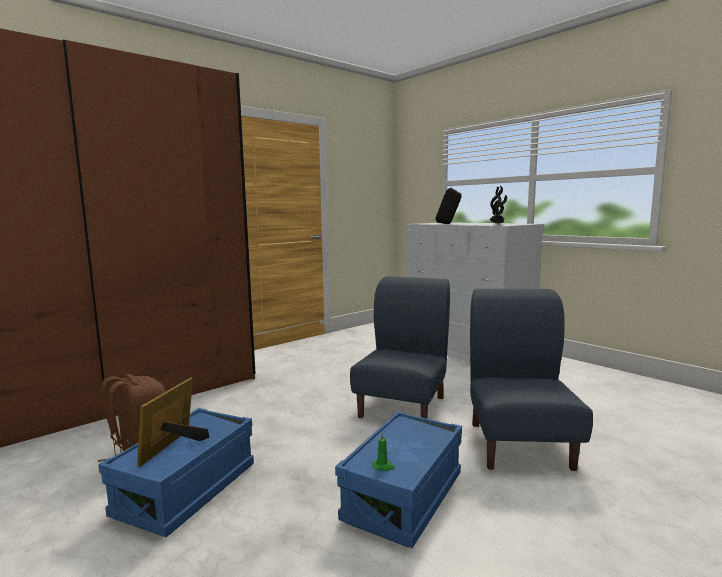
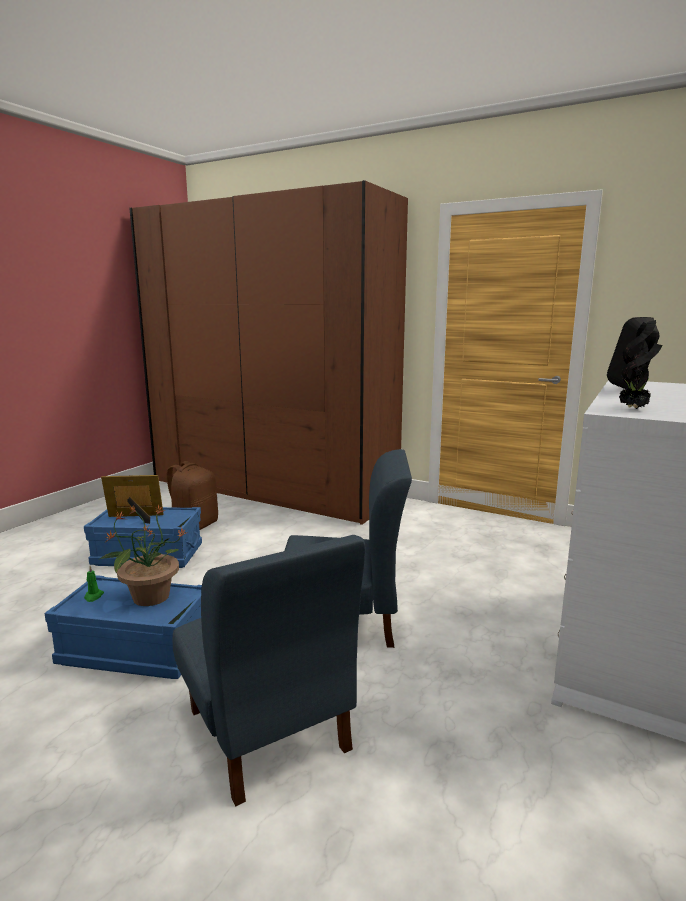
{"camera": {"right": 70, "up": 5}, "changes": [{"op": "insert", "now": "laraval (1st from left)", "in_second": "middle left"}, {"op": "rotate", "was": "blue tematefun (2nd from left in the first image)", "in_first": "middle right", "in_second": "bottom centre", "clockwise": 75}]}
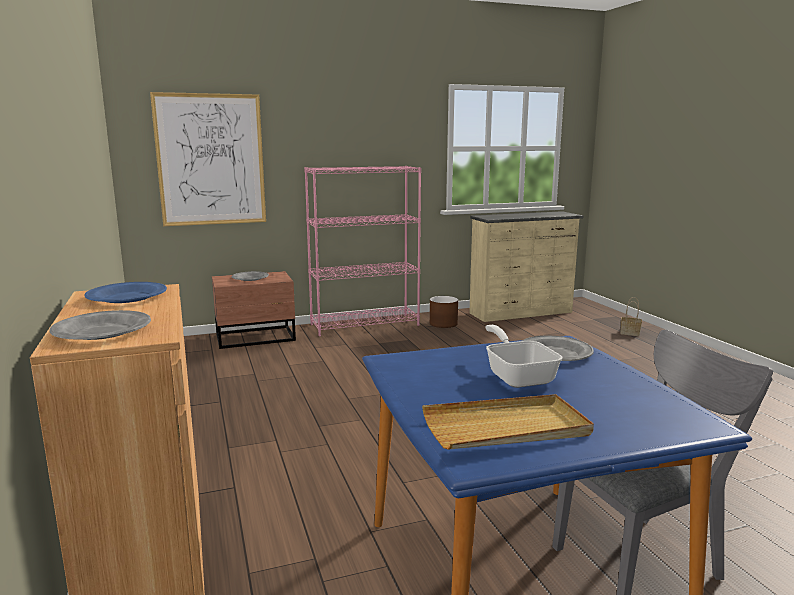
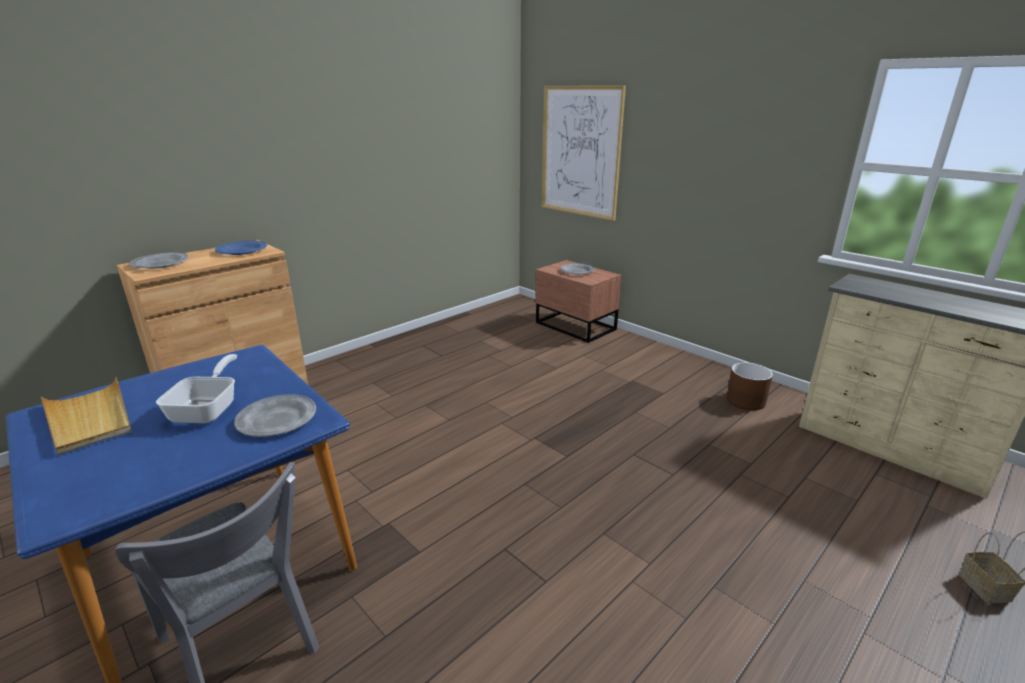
{"camera": {"right": 65, "up": 10}, "changes": [{"op": "rotate", "was": "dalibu", "in_first": "centre", "in_second": "middle left", "clockwise": -45}, {"op": "delete", "was": "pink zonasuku", "in_first": "centre"}]}
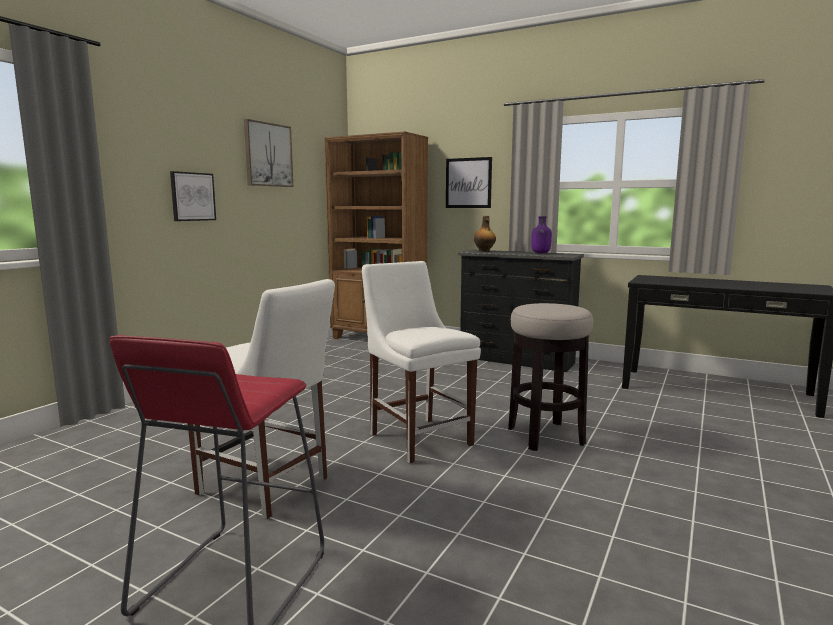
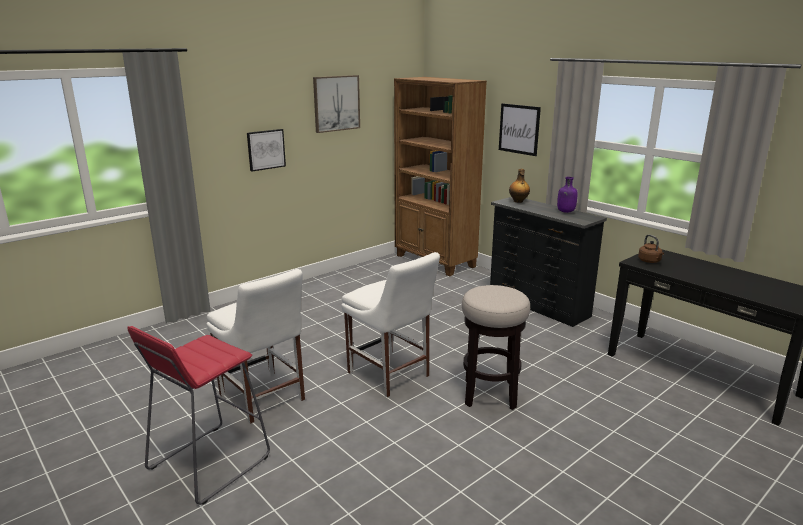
{"camera": {"right": 20, "up": 10}, "changes": [{"op": "rotate", "was": "white tematefun (2nd from left)", "in_first": "centre", "in_second": "centre", "clockwise": 150}, {"op": "insert", "now": "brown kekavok", "in_second": "middle right"}]}
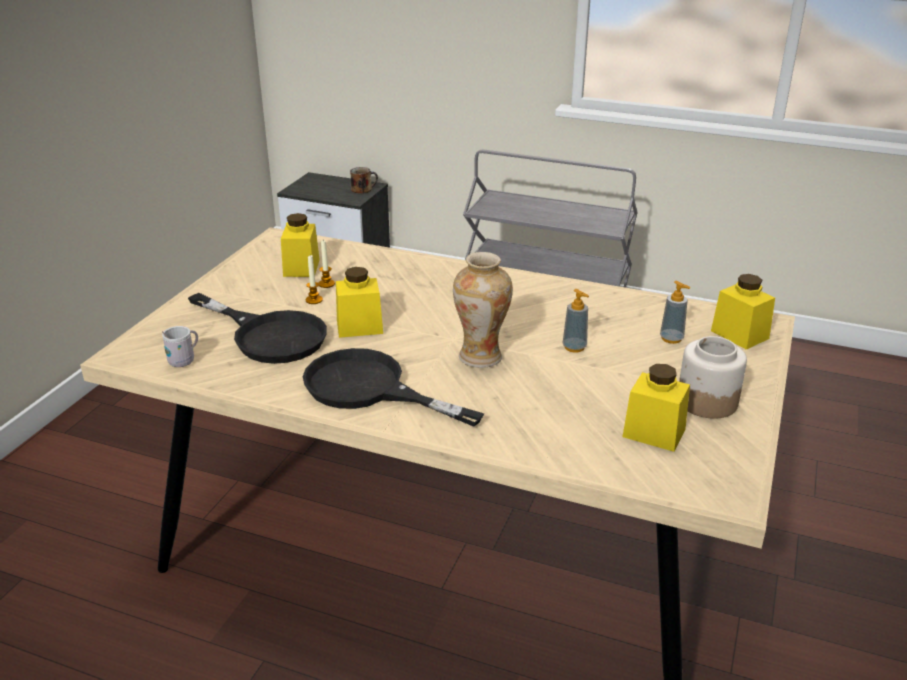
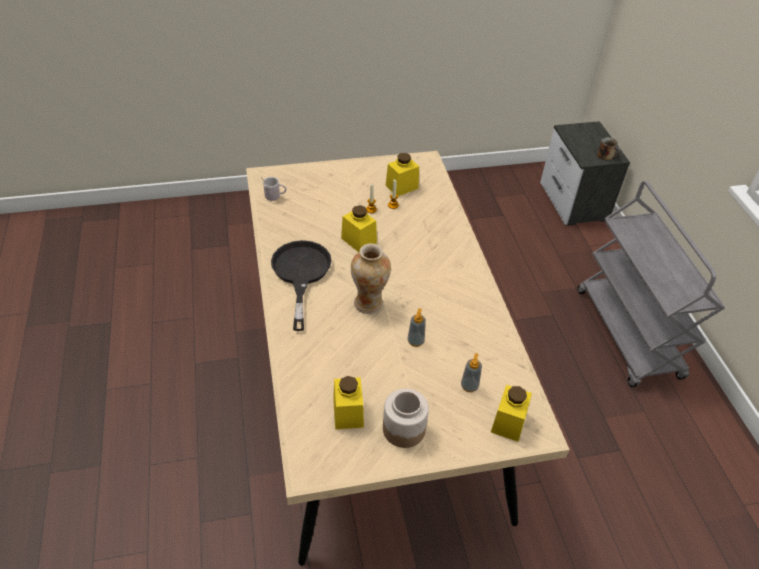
{"camera": {"right": 55, "up": 15}, "changes": [{"op": "delete", "was": "black dalibu (1st from left)", "in_first": "middle left"}]}
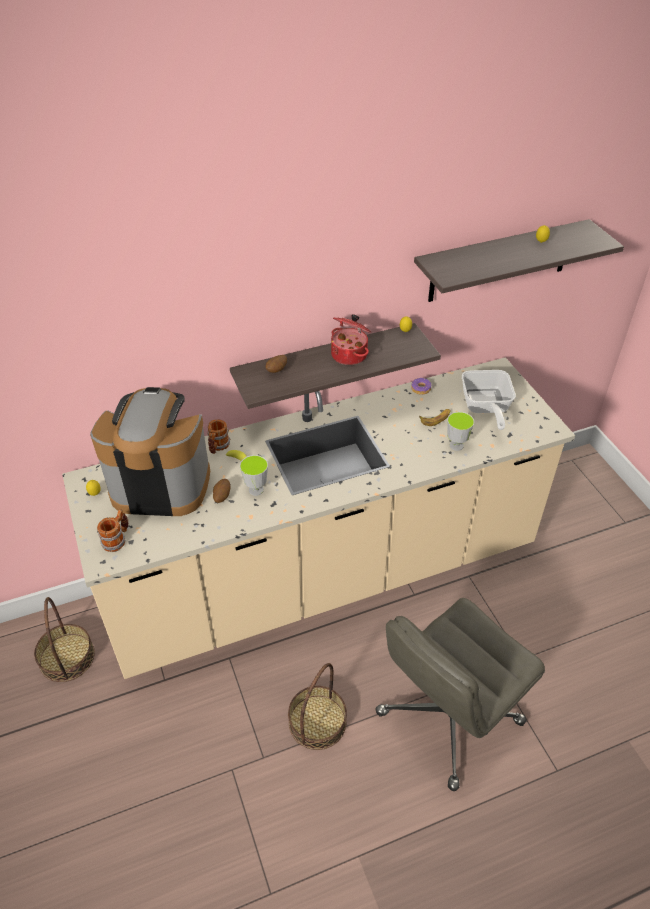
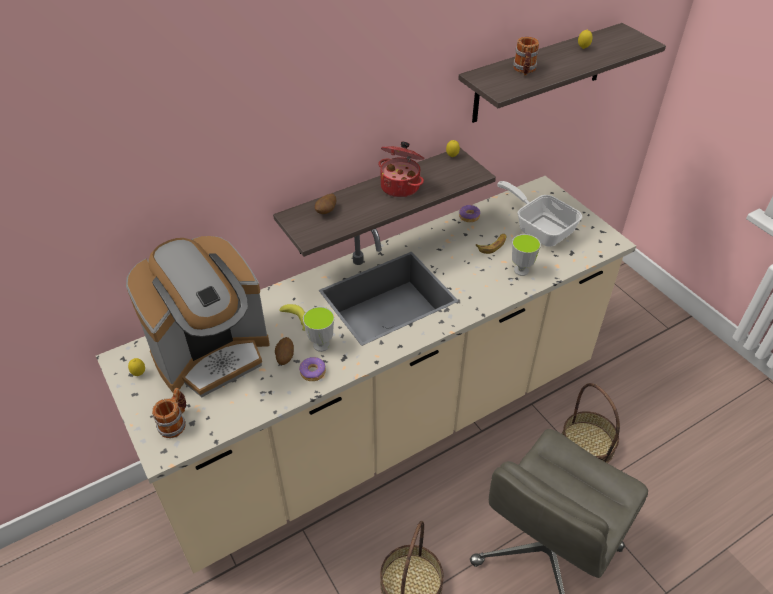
{"camera": {"right": -10, "up": 0}, "changes": [{"op": "rotate", "was": "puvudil", "in_first": "middle left", "in_second": "middle left", "clockwise": 150}, {"op": "insert", "now": "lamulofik (1st from left)", "in_second": "centre"}, {"op": "rotate", "was": "dalibu", "in_first": "middle right", "in_second": "middle right", "clockwise": 150}, {"op": "move", "was": "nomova (2nd from left)", "in_first": "centre", "in_second": "top right"}, {"op": "move", "was": "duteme (1st from left in the first image)", "now": "duteme (2nd from left)", "in_first": "bottom left", "in_second": "bottom right"}]}
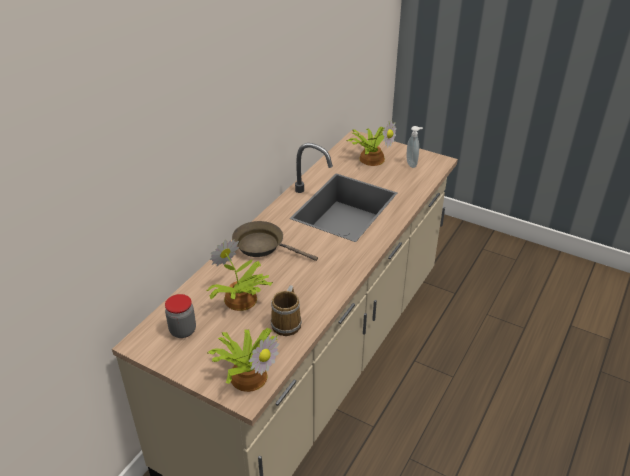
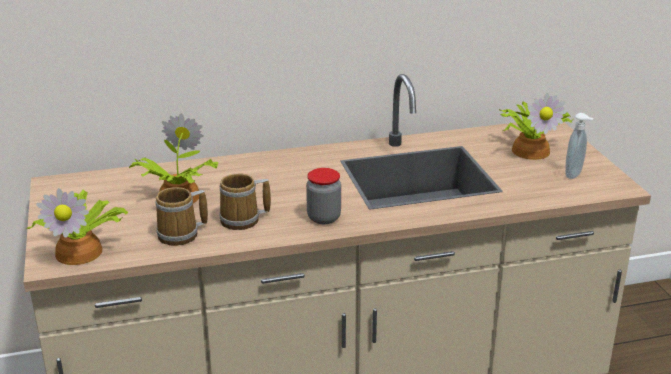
{"camera": {"right": 45, "up": -10}, "changes": [{"op": "insert", "now": "nomova (2nd from left)", "in_second": "centre"}, {"op": "move", "was": "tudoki", "in_first": "middle left", "in_second": "centre"}, {"op": "delete", "was": "brown dalibu", "in_first": "centre"}]}
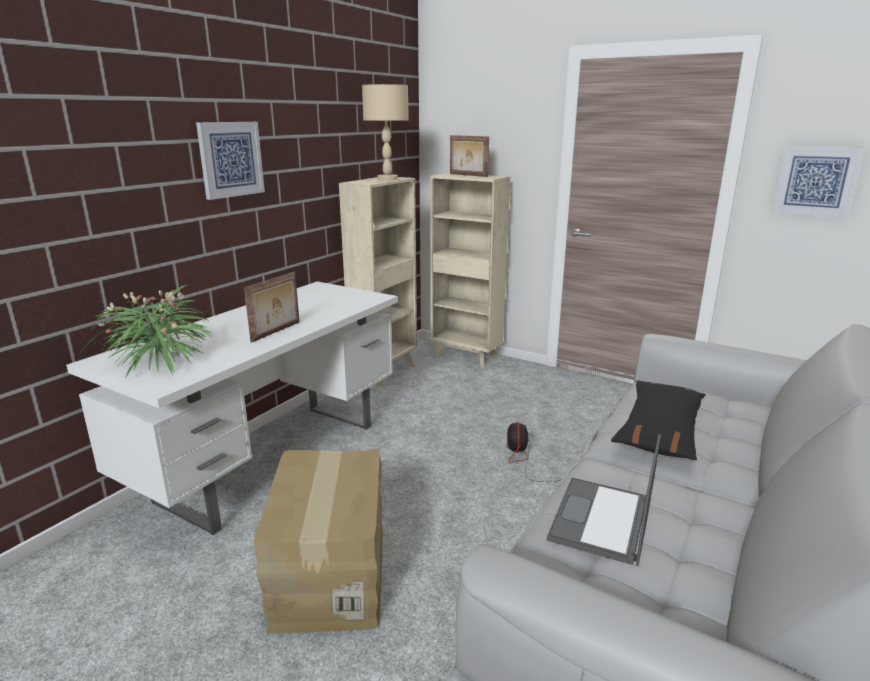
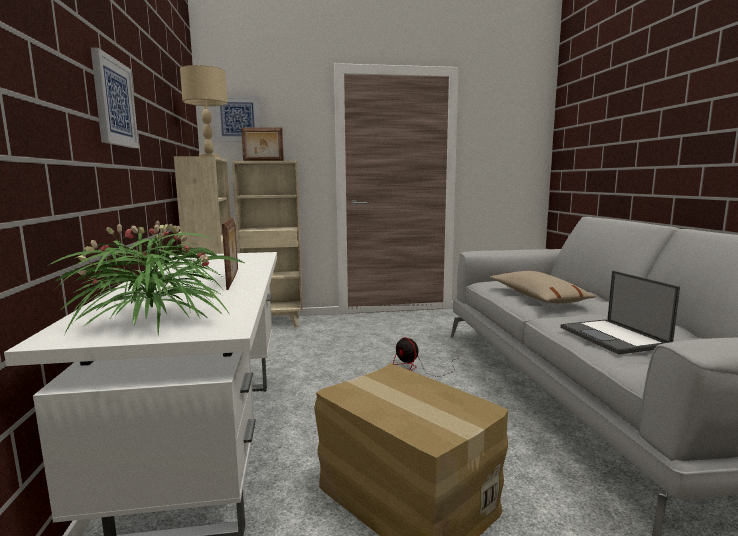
{"camera": {"right": -40, "up": -10}, "changes": [{"op": "move", "was": "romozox (2nd from left)", "in_first": "top right", "in_second": "top left"}, {"op": "recolor", "was": "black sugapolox", "now": "beige sugapolox", "in_first": "middle right", "in_second": "middle right"}]}
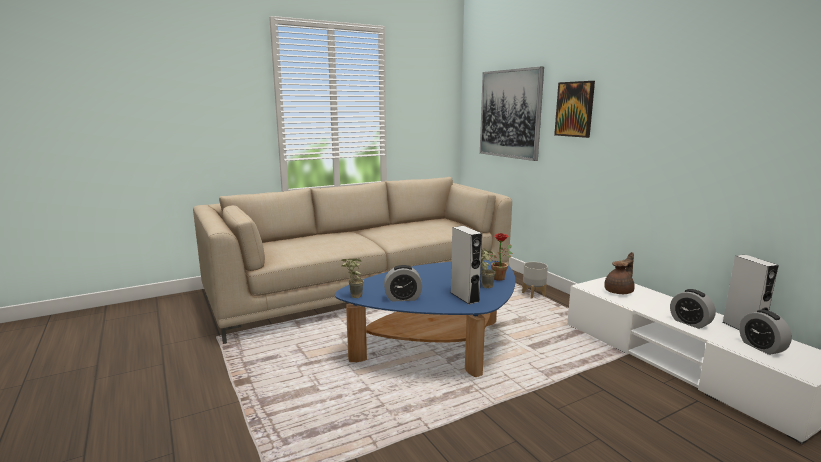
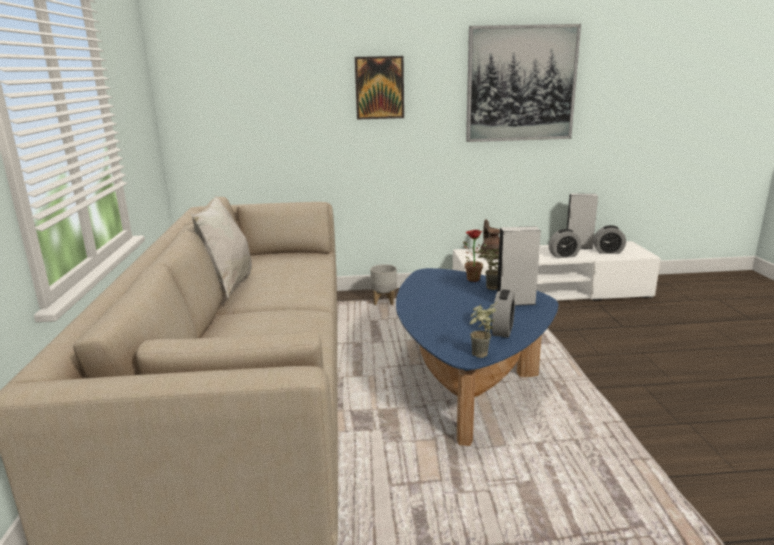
{"camera": {"right": -65, "up": 5}, "changes": [{"op": "insert", "now": "white sugapolox", "in_second": "middle left"}, {"op": "move", "was": "romozox (1st from left in the first image)", "now": "romozox (2nd from left)", "in_first": "top centre", "in_second": "top right"}]}
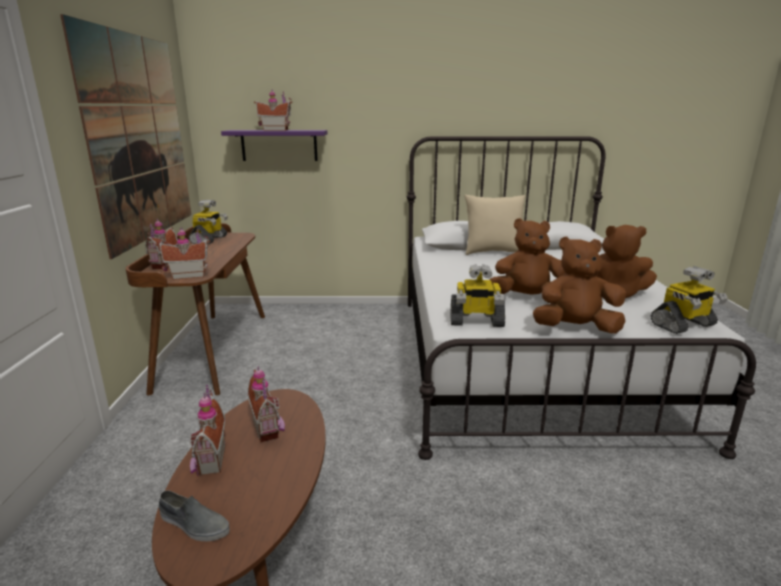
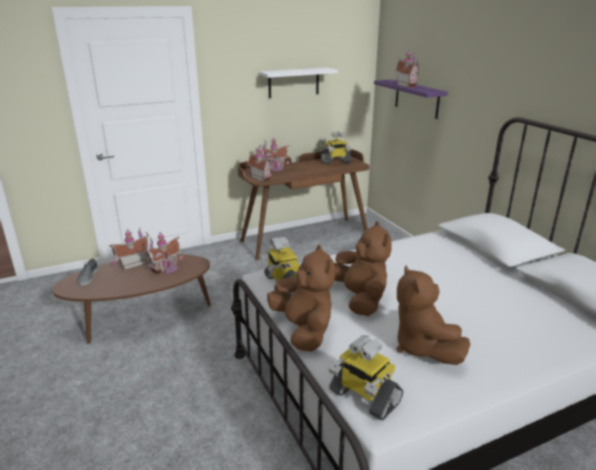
{"camera": {"right": 65, "up": 5}, "changes": [{"op": "replace", "was": "romozox", "now": "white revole", "in_first": "top left", "in_second": "top centre"}, {"op": "delete", "was": "beige sugapolox", "in_first": "centre"}]}
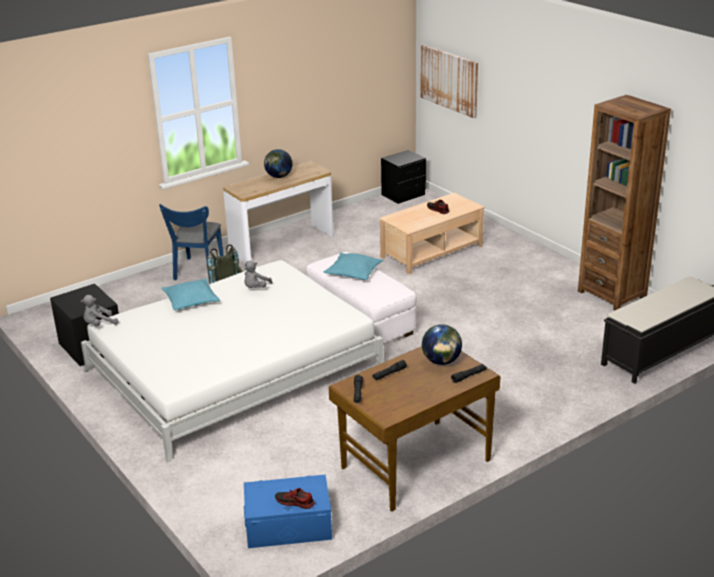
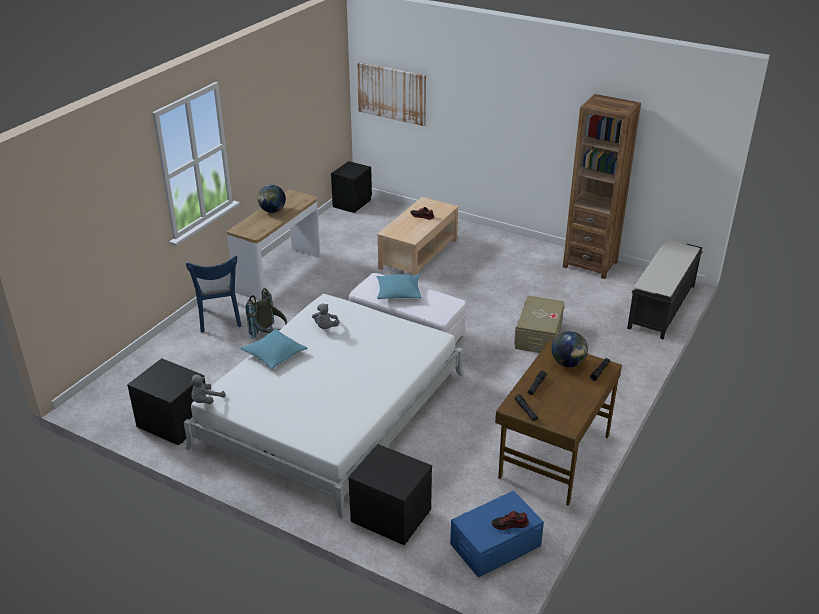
{"camera": {"right": -25, "up": 5}, "changes": [{"op": "insert", "now": "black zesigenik (3rd from left)", "in_second": "bottom centre"}, {"op": "insert", "now": "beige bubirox", "in_second": "centre"}]}
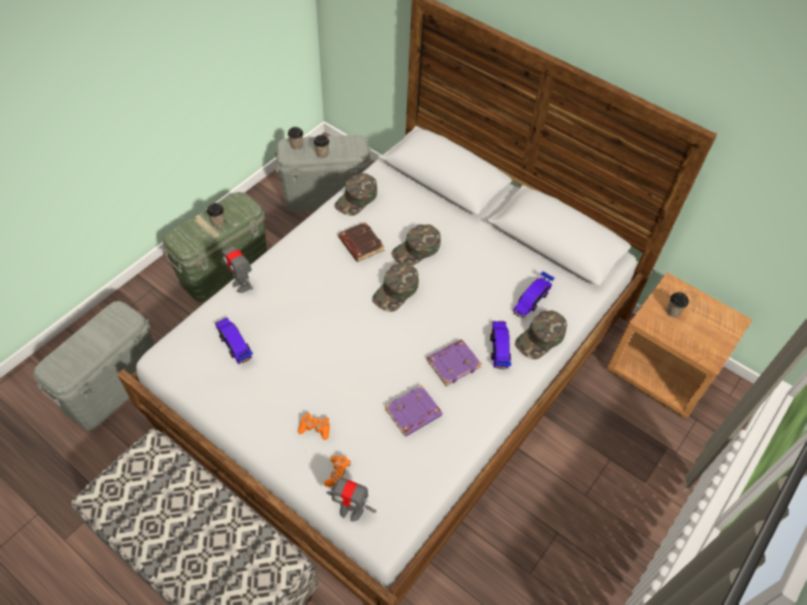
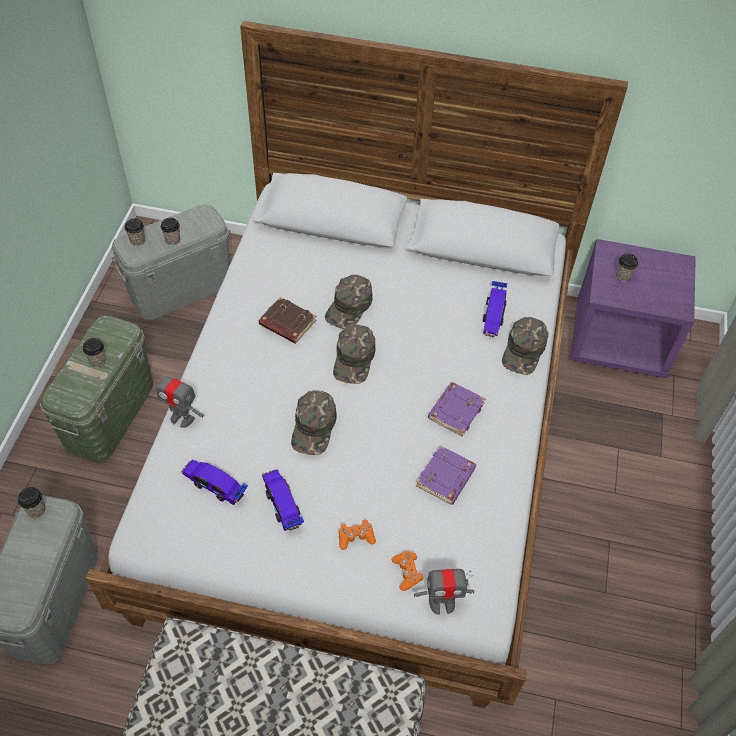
{"camera": {"right": -25, "up": 0}, "changes": [{"op": "insert", "now": "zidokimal (1st from left)", "in_second": "bottom left"}, {"op": "move", "was": "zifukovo (2nd from left)", "in_first": "centre", "in_second": "bottom centre"}, {"op": "move", "was": "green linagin (1st from left)", "in_first": "top centre", "in_second": "centre"}, {"op": "recolor", "was": "brown zesigenik", "now": "purple zesigenik", "in_first": "middle right", "in_second": "middle right"}]}
